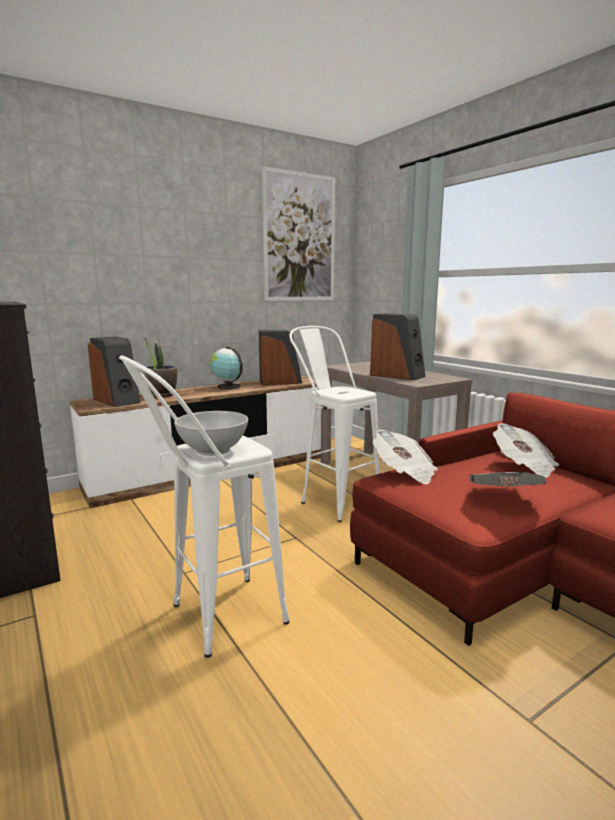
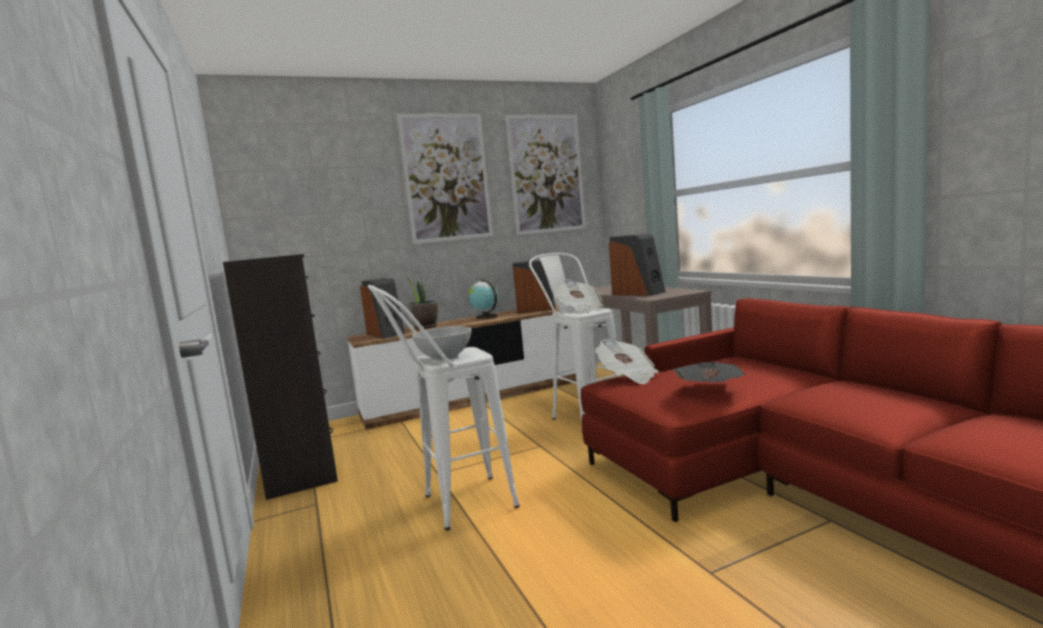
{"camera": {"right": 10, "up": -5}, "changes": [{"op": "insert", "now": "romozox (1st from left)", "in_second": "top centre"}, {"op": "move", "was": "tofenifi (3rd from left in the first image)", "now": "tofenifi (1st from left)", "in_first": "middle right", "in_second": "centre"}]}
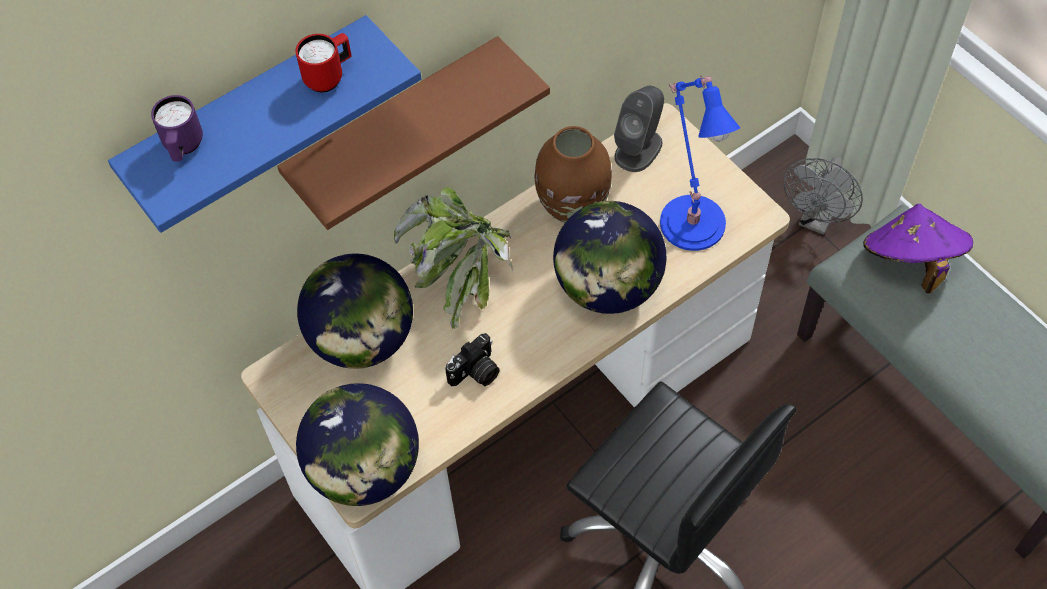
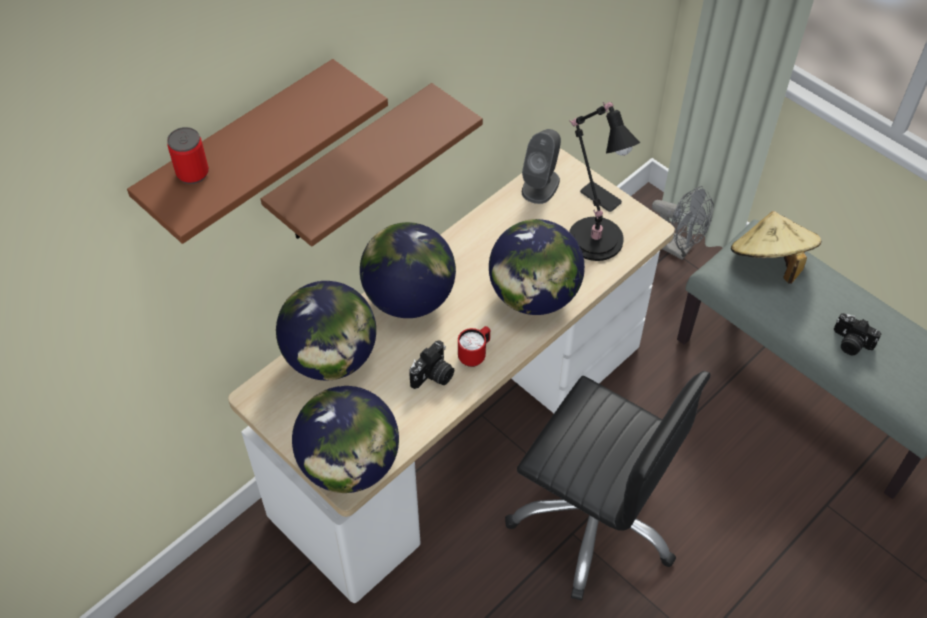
{"camera": {"right": -10, "up": -5}, "changes": [{"op": "recolor", "was": "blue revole", "now": "brown revole (1st from left)", "in_first": "top left", "in_second": "top left"}, {"op": "replace", "was": "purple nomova", "now": "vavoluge", "in_first": "top left", "in_second": "top left"}, {"op": "replace", "was": "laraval", "now": "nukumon (3rd from left)", "in_first": "centre", "in_second": "centre"}, {"op": "move", "was": "red nomova", "in_first": "top left", "in_second": "centre"}, {"op": "recolor", "was": "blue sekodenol", "now": "black sekodenol", "in_first": "top right", "in_second": "top centre"}, {"op": "insert", "now": "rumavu", "in_second": "top centre"}, {"op": "rotate", "was": "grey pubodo", "in_first": "top right", "in_second": "middle right", "clockwise": -75}, {"op": "recolor", "was": "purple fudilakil", "now": "beige fudilakil", "in_first": "middle right", "in_second": "middle right"}, {"op": "insert", "now": "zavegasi (2nd from left)", "in_second": "middle right"}, {"op": "delete", "was": "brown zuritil", "in_first": "top centre"}]}
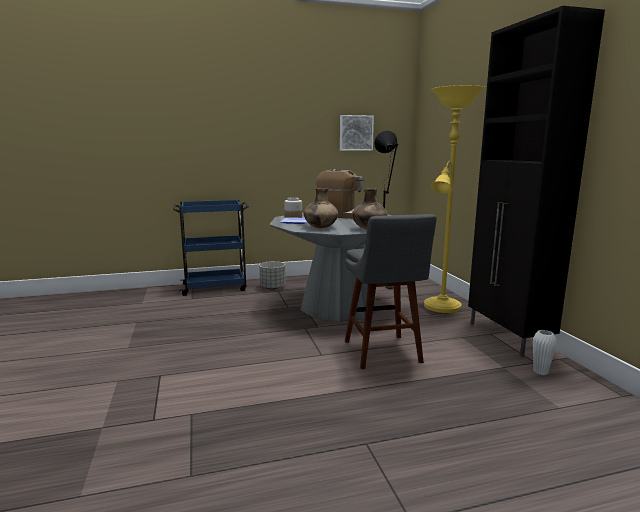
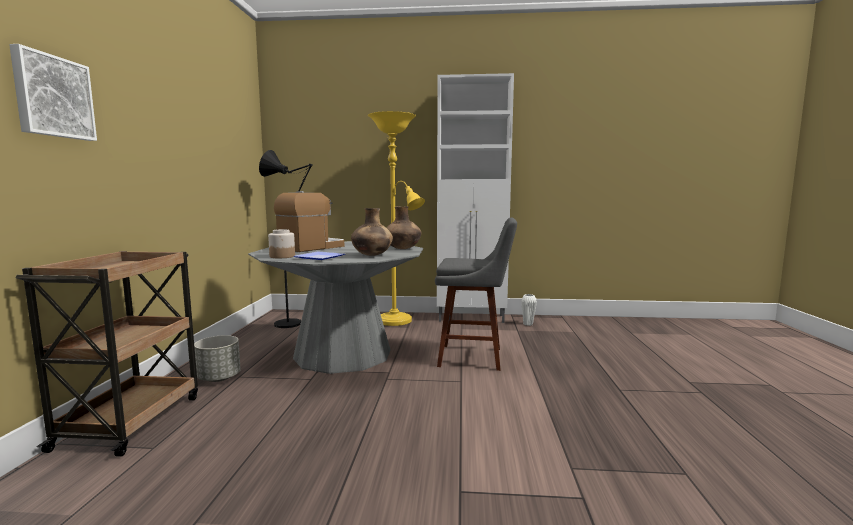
{"camera": {"right": -70, "up": -5}, "changes": [{"op": "move", "was": "romozox", "in_first": "top centre", "in_second": "top left"}, {"op": "recolor", "was": "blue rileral", "now": "brown rileral", "in_first": "middle left", "in_second": "bottom left"}, {"op": "recolor", "was": "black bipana", "now": "white bipana", "in_first": "middle right", "in_second": "centre"}]}
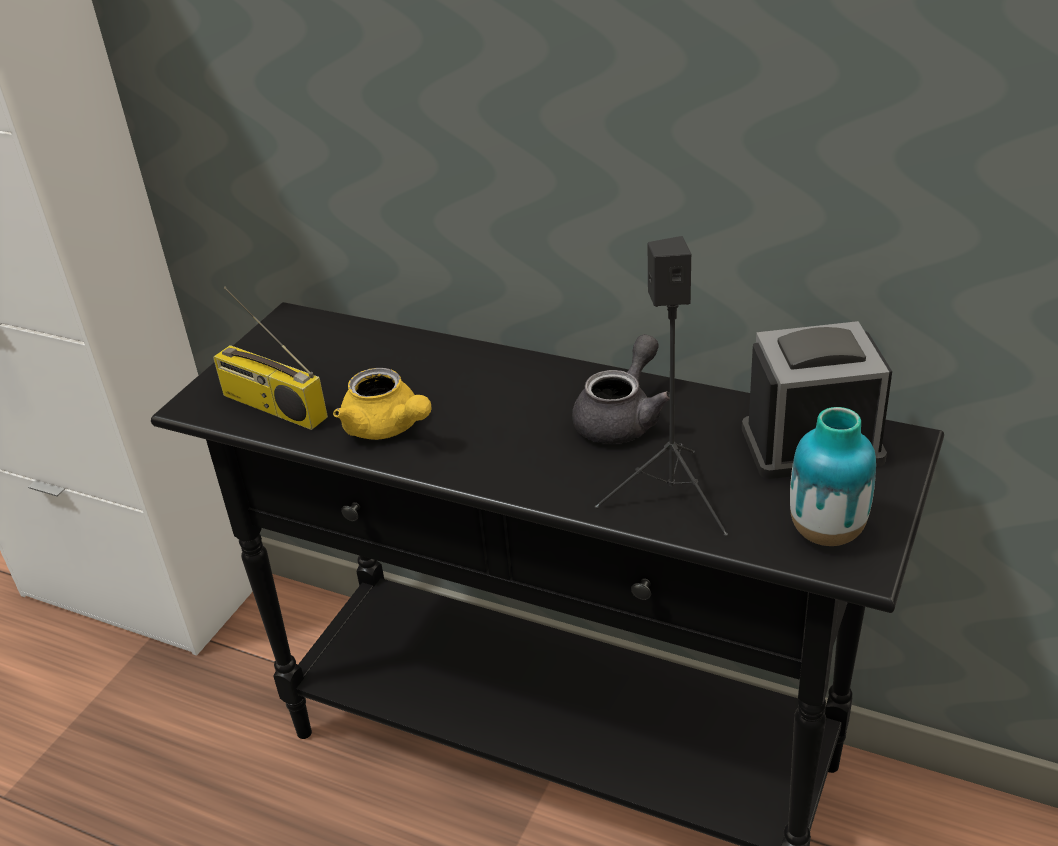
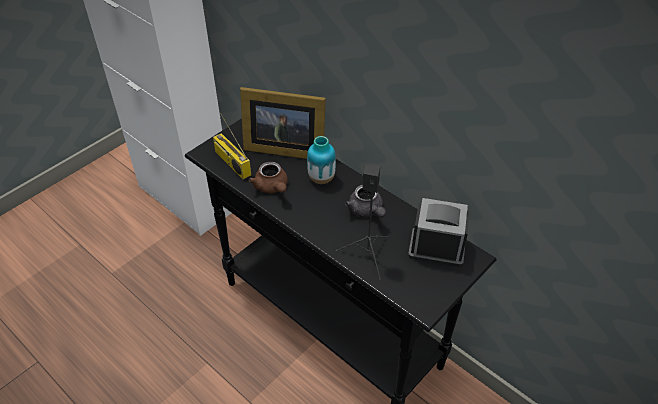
{"camera": {"right": 15, "up": 10}, "changes": [{"op": "insert", "now": "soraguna", "in_second": "top centre"}, {"op": "recolor", "was": "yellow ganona", "now": "brown ganona", "in_first": "centre", "in_second": "centre"}, {"op": "move", "was": "zuritil", "in_first": "middle right", "in_second": "centre"}, {"op": "rotate", "was": "grey ganona", "in_first": "centre", "in_second": "centre", "clockwise": 105}]}
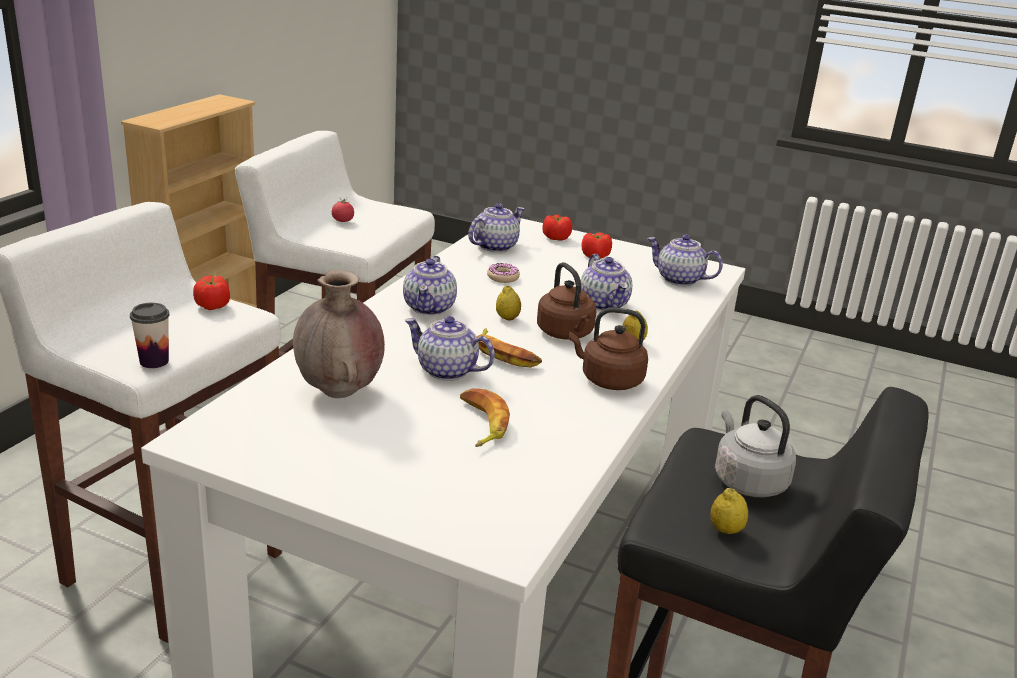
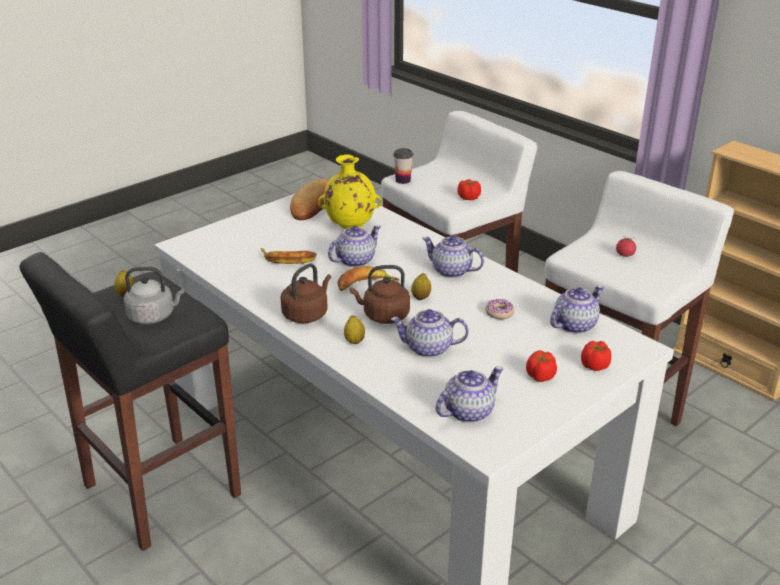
{"camera": {"right": 115, "up": 5}, "changes": [{"op": "insert", "now": "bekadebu", "in_second": "centre"}, {"op": "recolor", "was": "brown zuritil", "now": "yellow zuritil", "in_first": "centre", "in_second": "top centre"}, {"op": "rotate", "was": "ganona (3rd from left in the first image)", "in_first": "centre", "in_second": "middle right", "clockwise": -105}]}
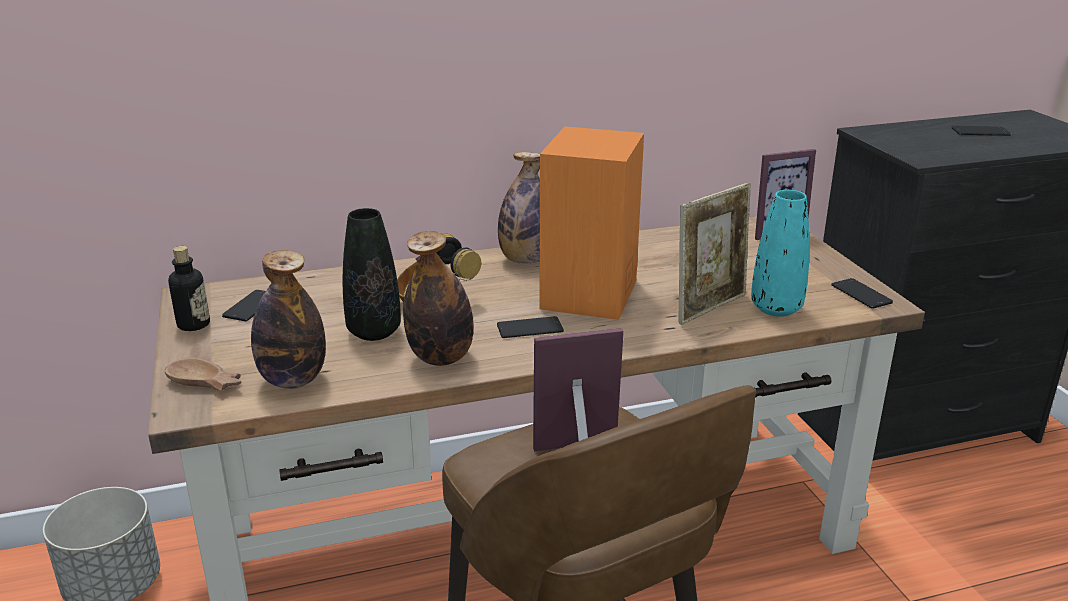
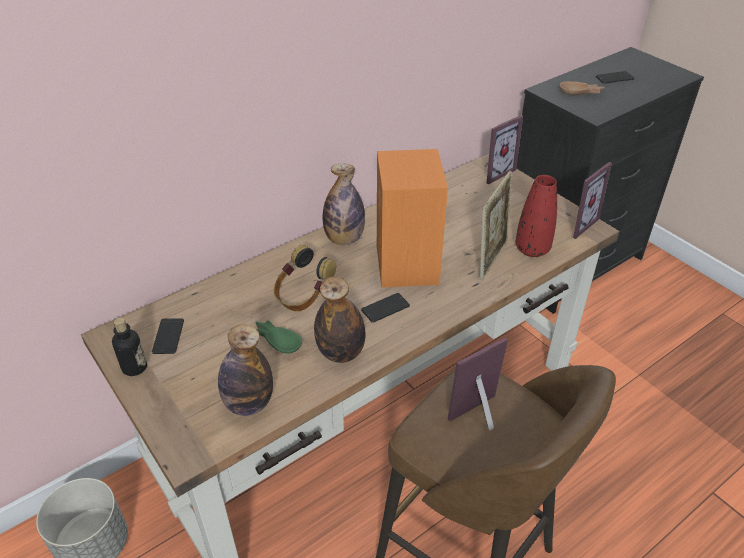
{"camera": {"right": -20, "up": 15}, "changes": [{"op": "replace", "was": "black zuritil", "now": "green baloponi", "in_first": "centre", "in_second": "centre"}, {"op": "recolor", "was": "turquoise zuritil", "now": "red zuritil", "in_first": "middle right", "in_second": "middle right"}, {"op": "move", "was": "brown baloponi", "in_first": "middle left", "in_second": "top right"}, {"op": "replace", "was": "rumavu (3rd from left)", "now": "soraguna (4th from left)", "in_first": "middle right", "in_second": "middle right"}]}
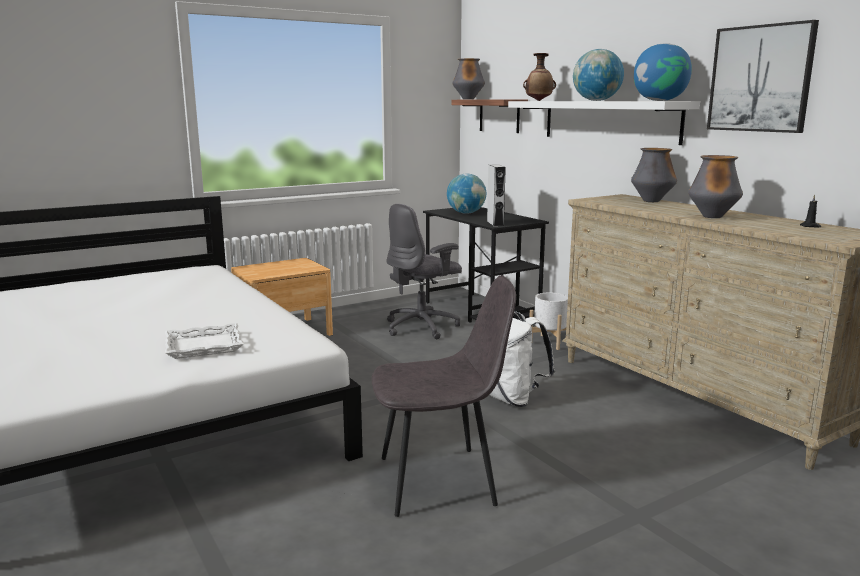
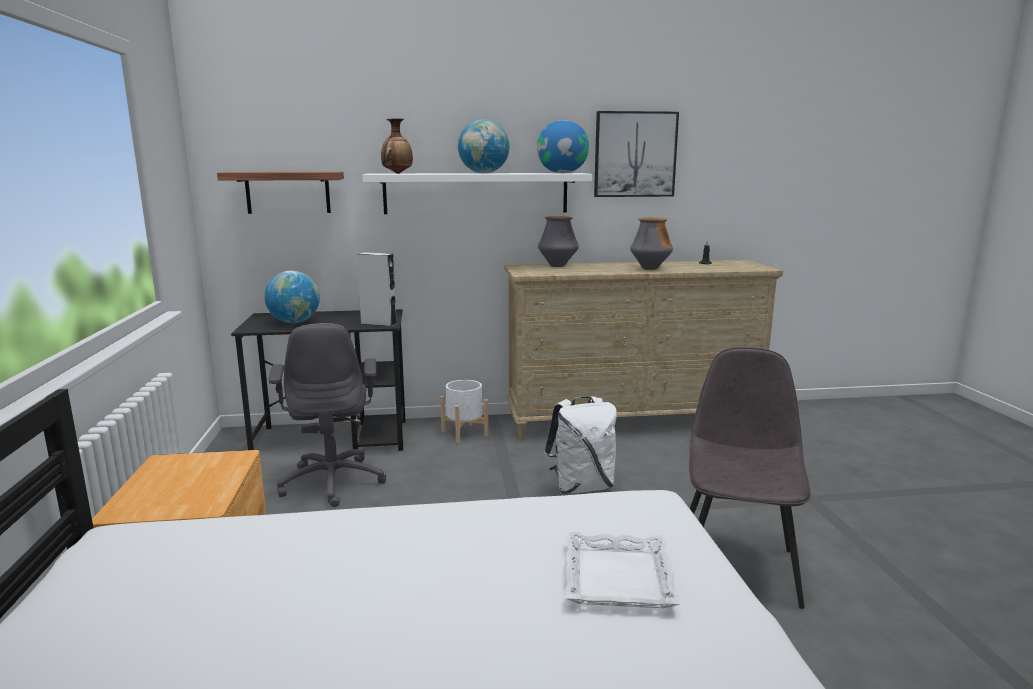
{"camera": {"right": -65, "up": 0}, "changes": [{"op": "delete", "was": "zuritil (1st from left)", "in_first": "top centre"}]}
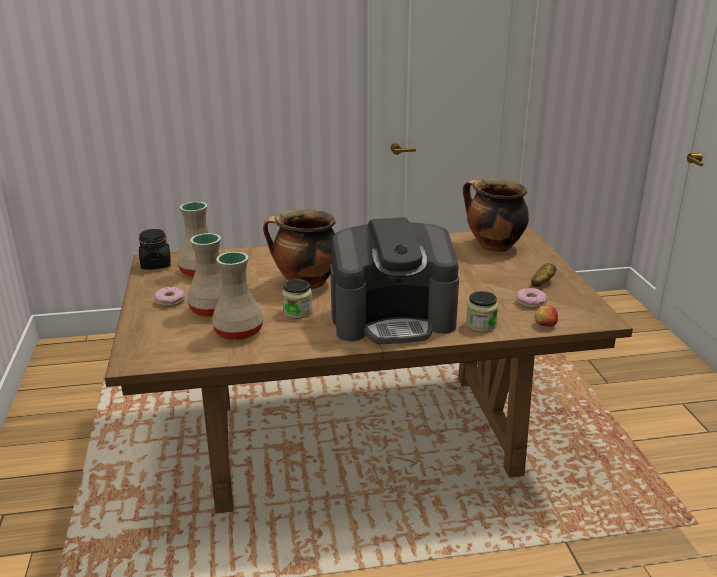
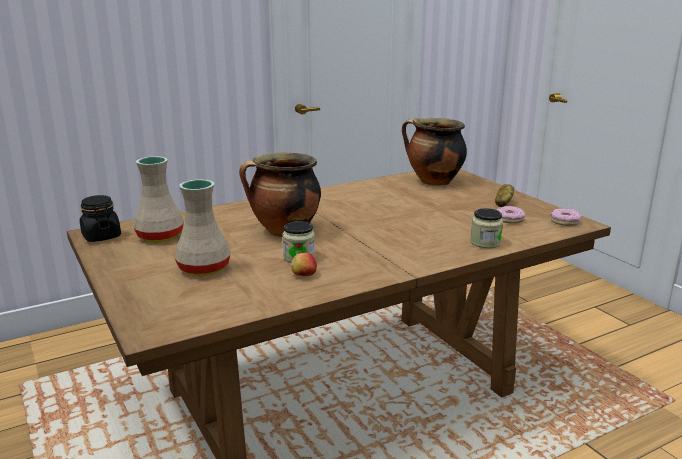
{"camera": {"right": -20, "up": -5}, "changes": [{"op": "move", "was": "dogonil", "in_first": "middle right", "in_second": "centre"}, {"op": "move", "was": "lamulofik (1st from left in the first image)", "now": "lamulofik (2nd from left)", "in_first": "middle left", "in_second": "middle right"}, {"op": "delete", "was": "beige zuritil (3rd from left)", "in_first": "middle left"}, {"op": "delete", "was": "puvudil", "in_first": "centre"}]}
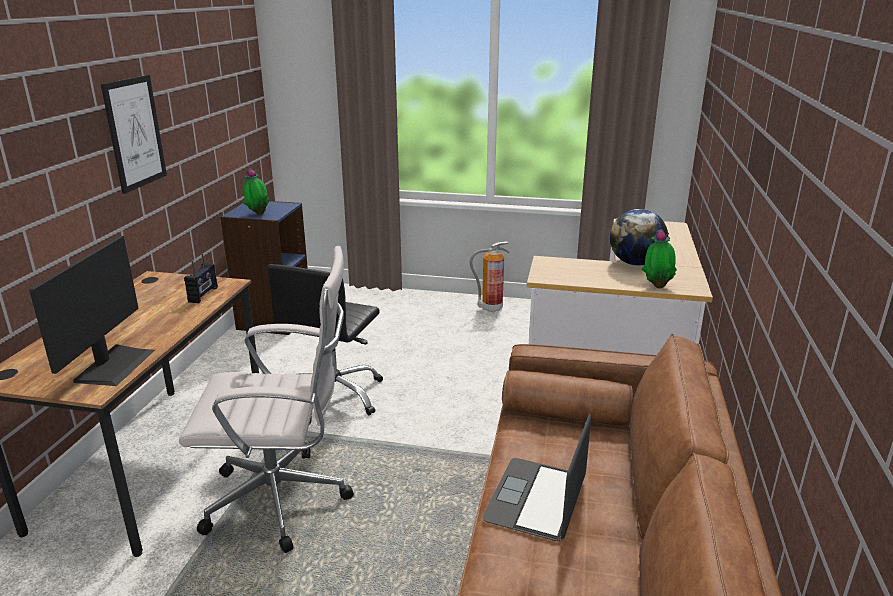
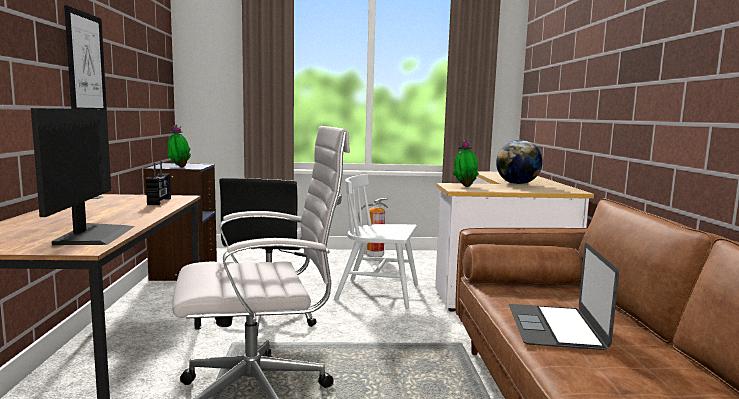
{"camera": {"right": -15, "up": -15}, "changes": [{"op": "insert", "now": "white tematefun", "in_second": "centre"}, {"op": "move", "was": "laraval (2nd from left)", "in_first": "middle right", "in_second": "centre"}]}
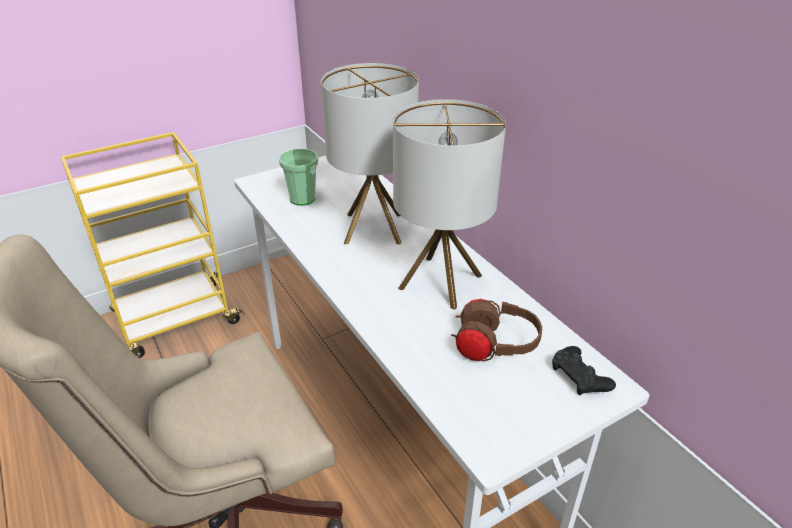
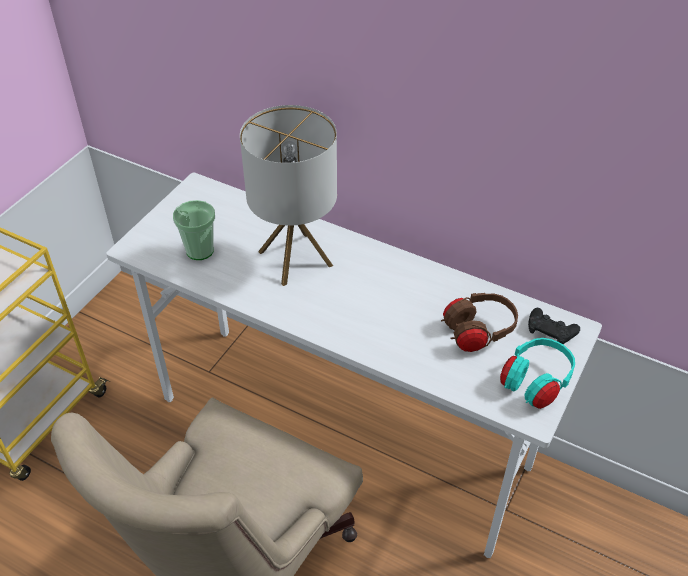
{"camera": {"right": -30, "up": 10}, "changes": [{"op": "insert", "now": "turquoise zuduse", "in_second": "middle right"}, {"op": "delete", "was": "sekodenol (2nd from left)", "in_first": "centre"}]}
